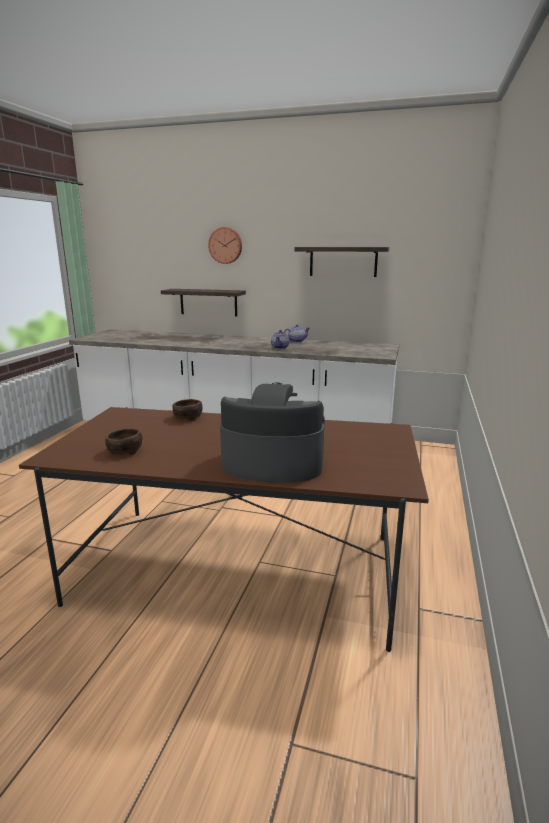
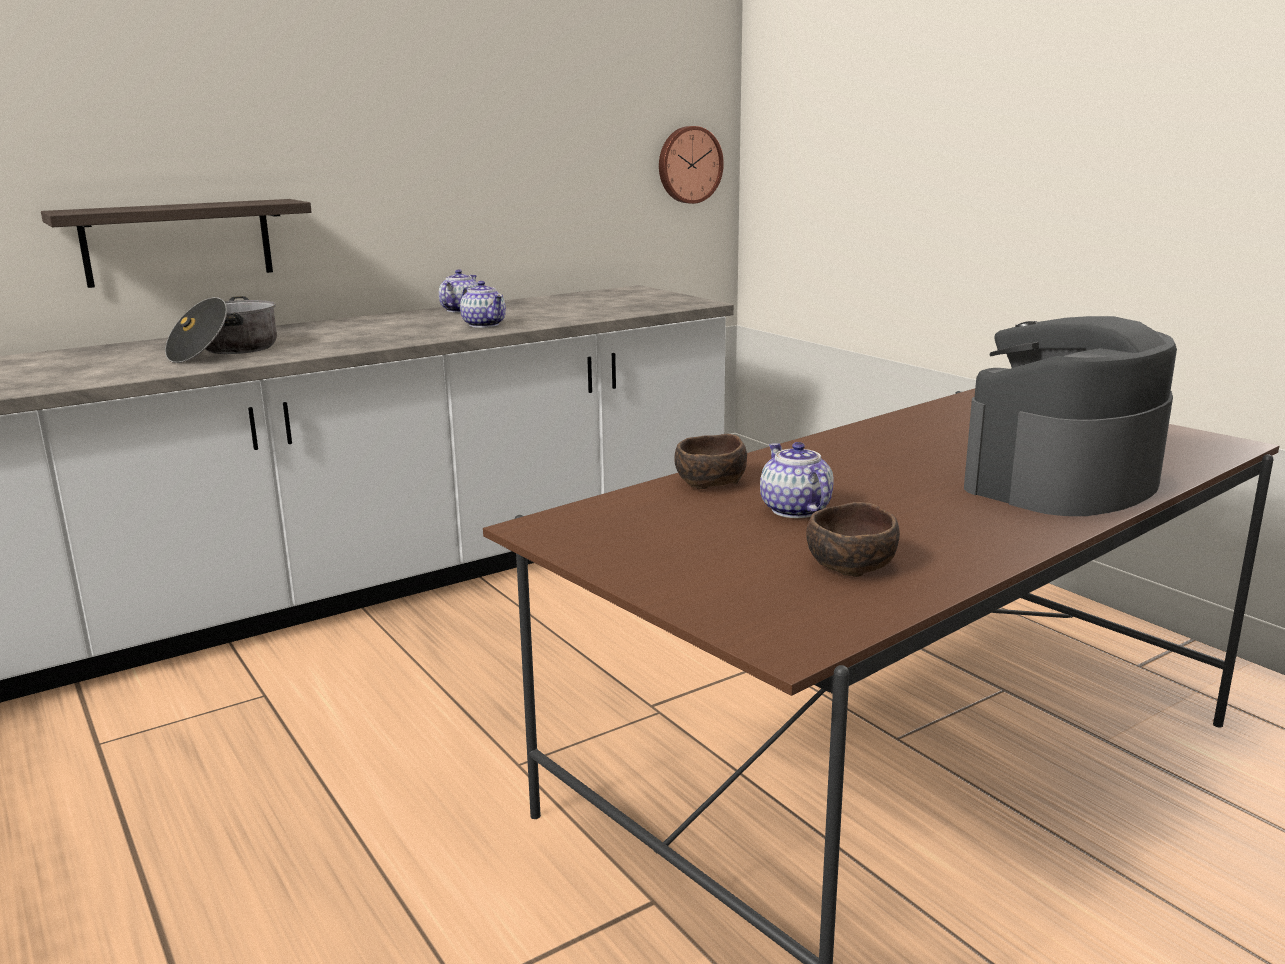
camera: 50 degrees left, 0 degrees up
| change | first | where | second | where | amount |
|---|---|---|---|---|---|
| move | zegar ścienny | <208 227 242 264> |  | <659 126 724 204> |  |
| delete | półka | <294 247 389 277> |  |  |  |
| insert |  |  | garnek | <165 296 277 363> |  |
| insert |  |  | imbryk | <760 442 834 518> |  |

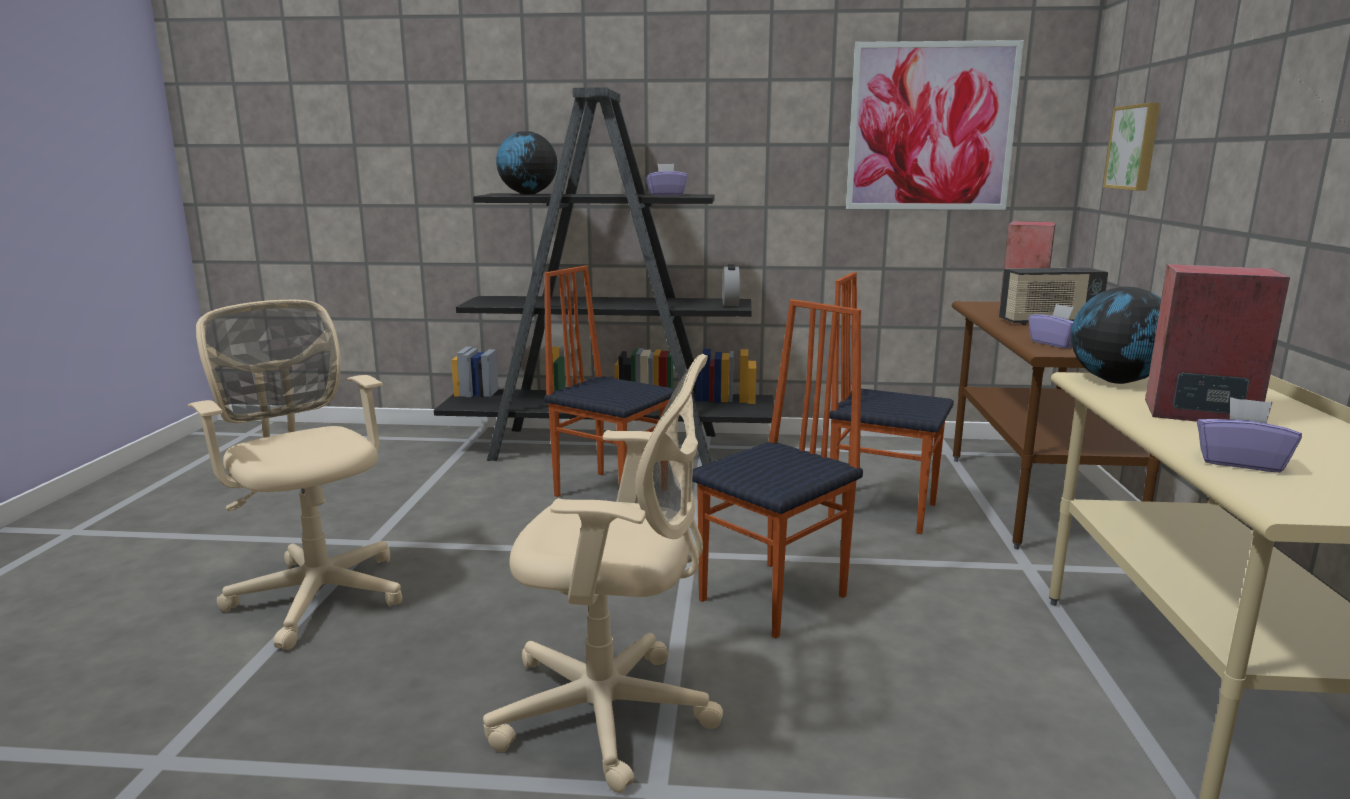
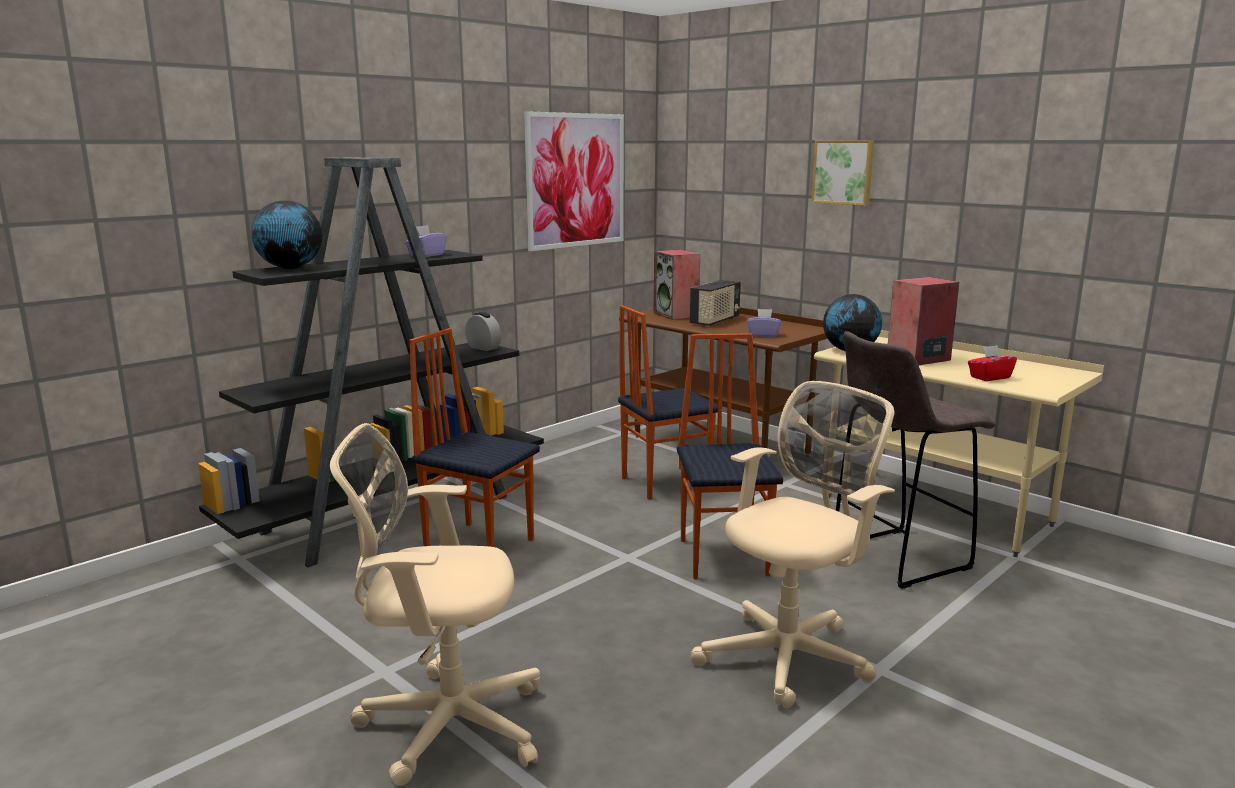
camera: 50 degrees left, 0 degrees up
| change | first | where | second | where | amount |
|---|---|---|---|---|---|
| rotate | krzesło | <544 266 675 497> |  | <409 328 540 547> | 45 degrees clockwise |
| move | obraz | <1103 103 1160 190> |  | <811 140 874 205> |  |
| recolor | pudełko chusteczek [fioletowy] | <1197 397 1302 473> | pudełko chusteczek [czerwony] | <968 345 1017 381> |  |
| insert |  |  | stołek [szary] | <836 331 996 589> |  |

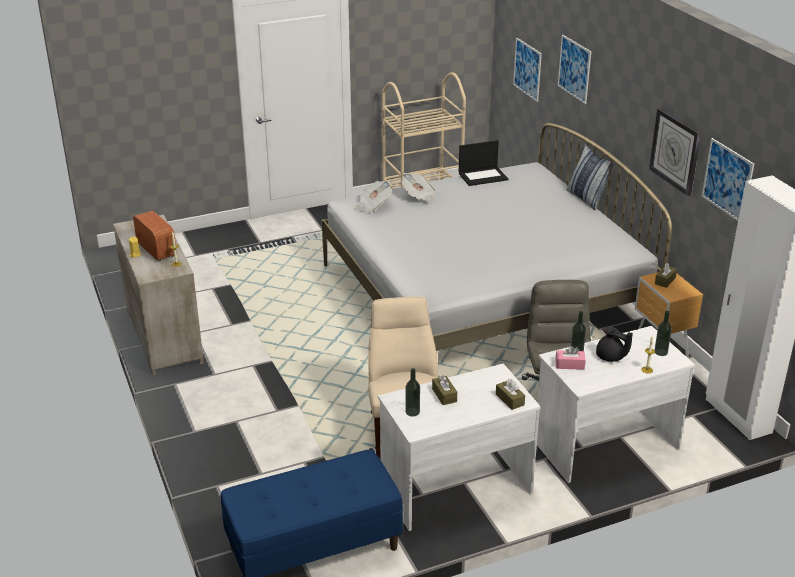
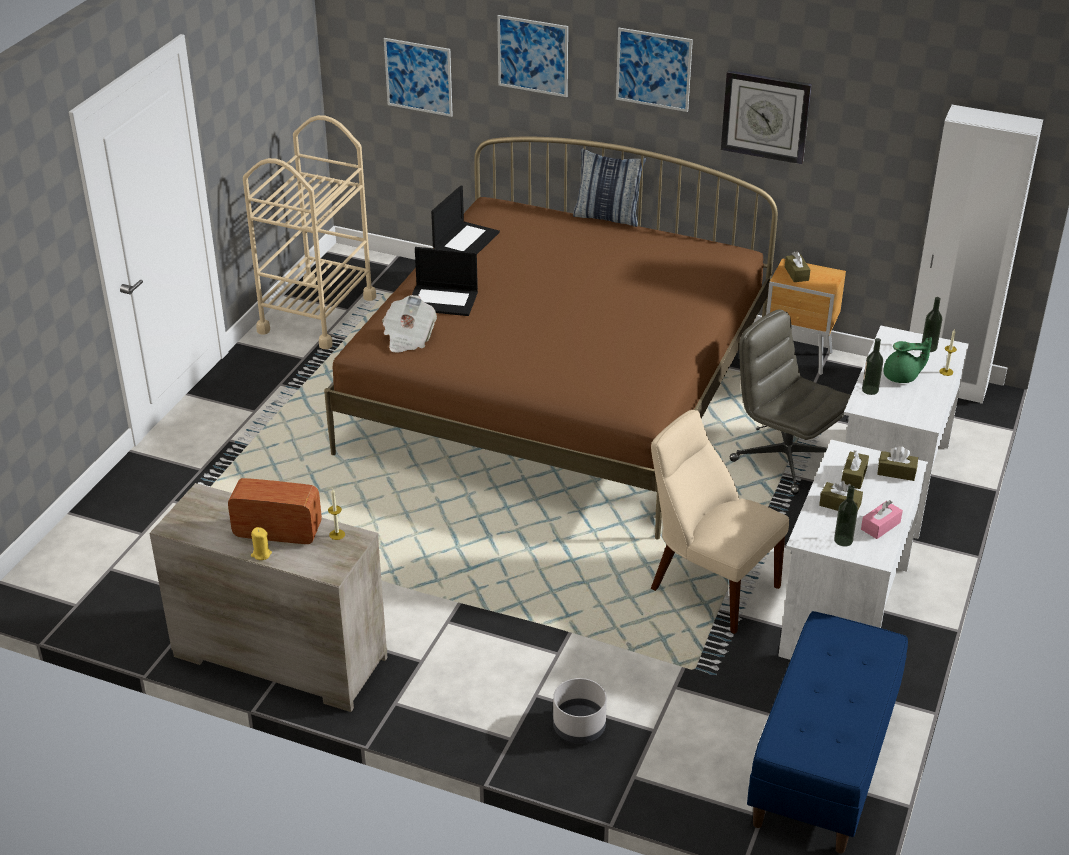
camera: 45 degrees left, 5 degrees up
| change | first | where | second | where | amount |
|---|---|---|---|---|---|
| recolor | łóżko [biały] | <322 123 672 351> | łóżko [brązowy] | <324 136 778 540> |  |
| replace | gazeta | <402 173 438 204> | laptop | <412 247 478 316> |  |
| move | pudełko chusteczek [różowy] | <555 346 586 370> |  | <861 500 903 539> |  |
| recolor | imbryk [czarny] | <596 327 633 362> | imbryk [zielony] | <884 337 932 383> |  |
| move | obraz | <702 138 754 221> |  | <616 28 693 112> |  |
| insert |  |  | donica [szary] | <553 678 607 743> |  |
| insert |  |  | pudełko chusteczek [brązowy] | <841 450 869 489> |  |

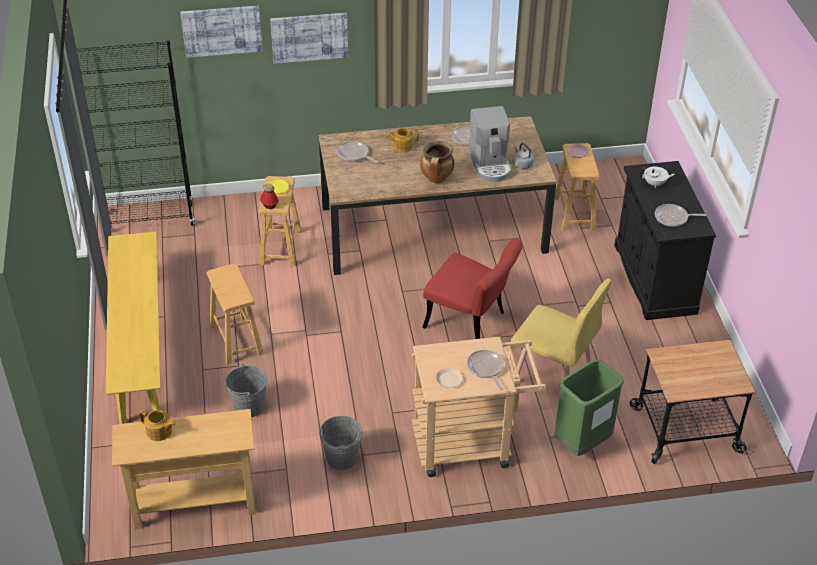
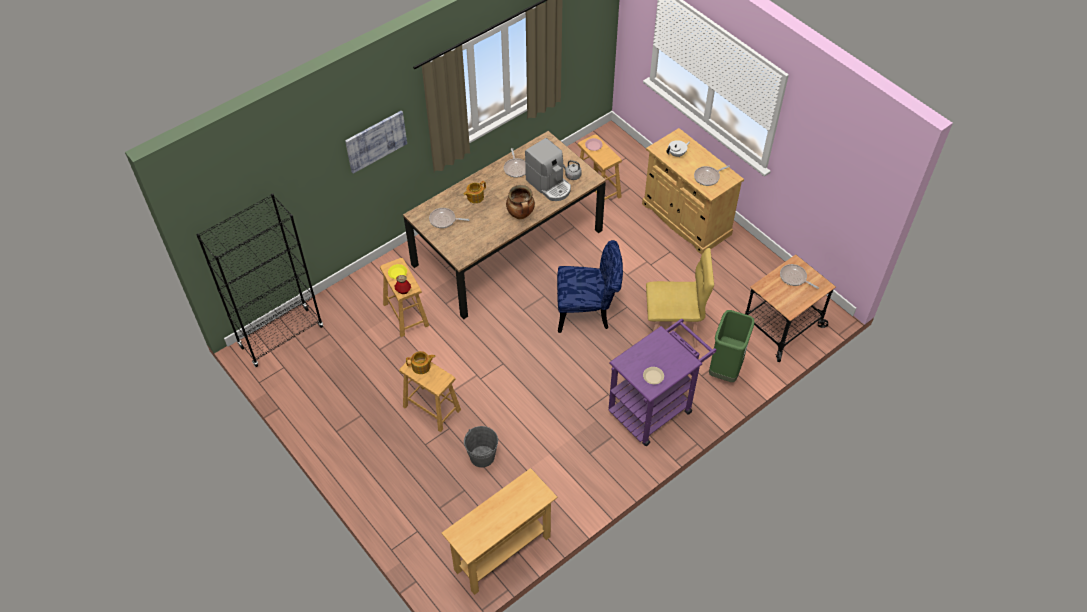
camera: 30 degrees left, 10 degrees up
| change | first | where | second | where | amount |
|---|---|---|---|---|---|
| delete | ławka [żółty] | <106 232 161 424> |  |  |  |
| move | imbryk | <139 410 176 441> |  | <406 351 436 374> |  |
| delete | obraz | <180 6 263 58> |  |  |  |
| delete | wiadro [szary] | <319 416 363 470> |  |  |  |
| recolor | wózek [beżowy] | <412 336 546 477> | wózek [fioletowy] | <608 319 717 446> |  |
| recolor | krzesło [czerwony] | <422 239 522 339> | krzesło [niebieski] | <557 240 623 333> |  |
| move | patelnia | <467 350 504 390> |  | <780 264 819 289> |  |
| recolor | szafka [czarny] | <614 161 716 320> | szafka [beżowy] | <642 128 744 255> |  |

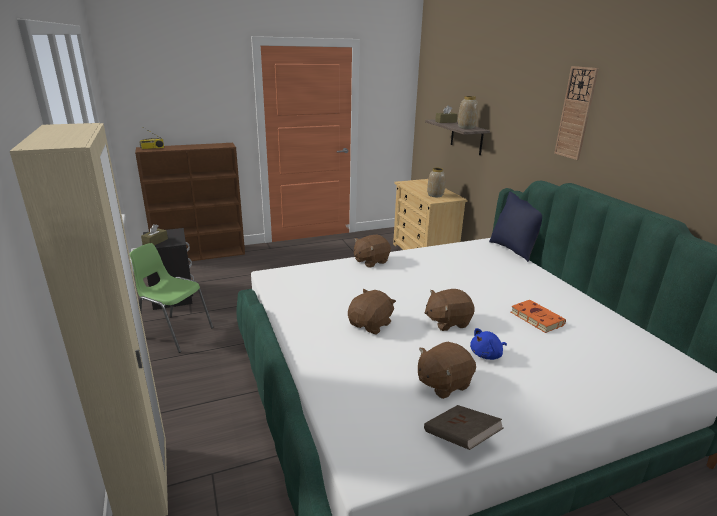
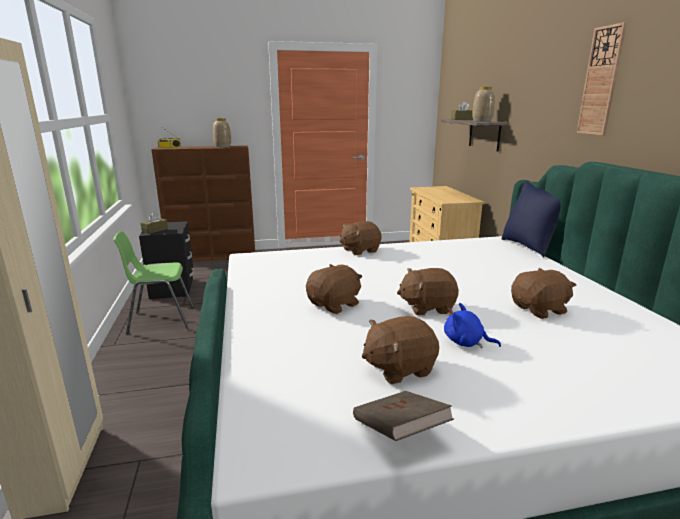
camera: 10 degrees right, 5 degrees down
| change | first | where | second | where | amount |
|---|---|---|---|---|---|
| rotate | krzesło [zielony] | <130 243 213 353> |  | <113 231 194 334> | 45 degrees counterclockwise |
| move | wazon | <427 168 445 197> |  | <213 118 231 147> |  |
| rotate | pluszak [niebieski] | <470 328 507 360> |  | <444 303 501 348> | 45 degrees clockwise |
| replace | książka [pomarańczowy] | <511 300 566 333> | pluszak [brązowy] | <511 268 576 319> |  |

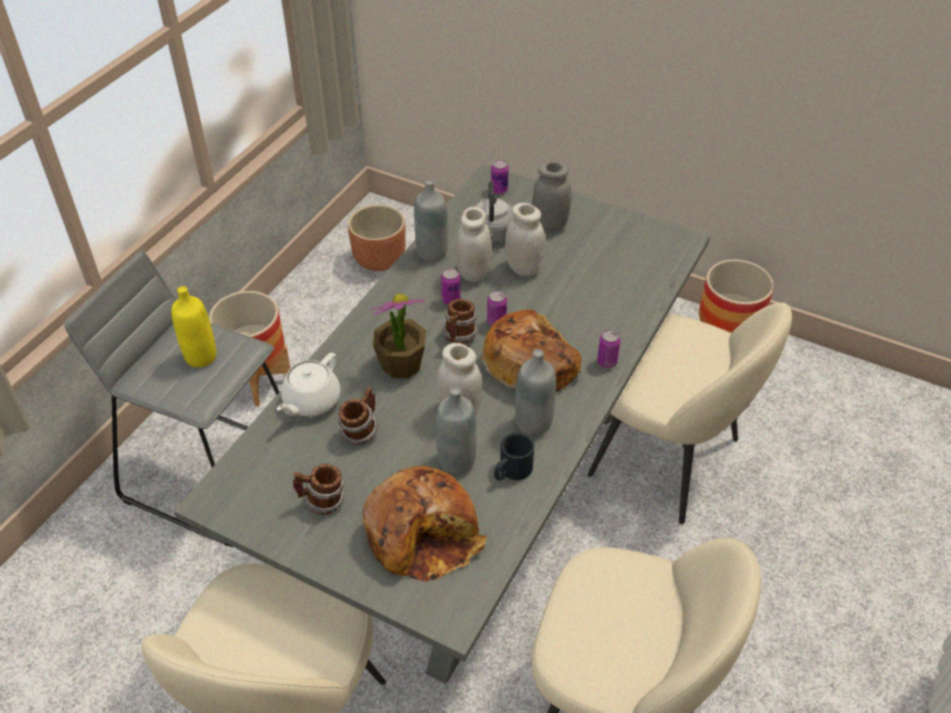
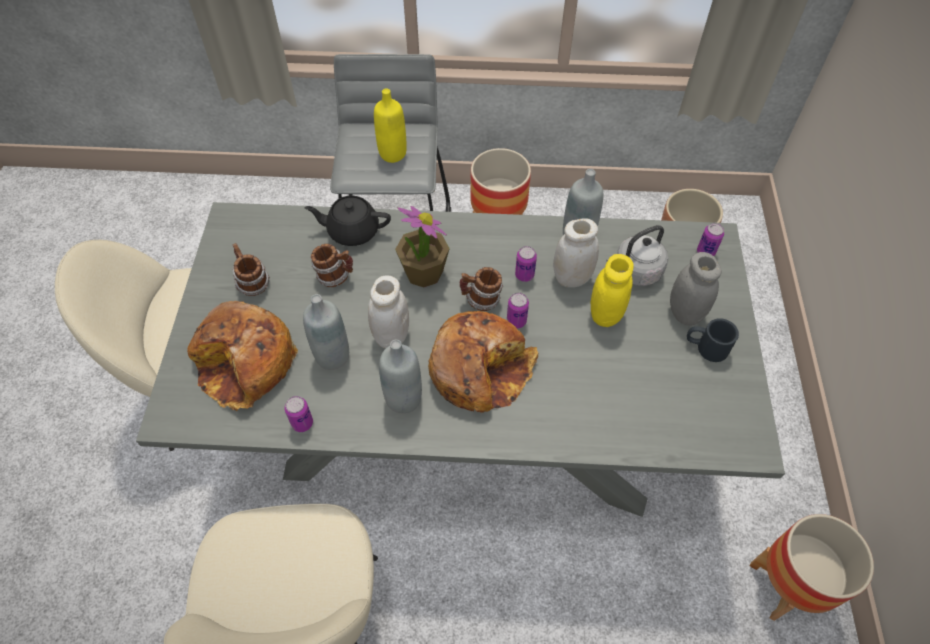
camera: 65 degrees right, 10 degrees up
| change | first | where | second | where | amount |
|---|---|---|---|---|---|
| recolor | imbryk [biały] | <277 353 341 417> | imbryk [czarny] | <304 196 391 246> |  |
| move | kubek [czarny] | <494 432 534 481> |  | <687 318 739 362> |  |
| recolor | słoik [biały] | <505 203 545 276> | słoik [żółty] | <591 254 634 327> |  |
| delete | krzesło [beżowy] | <588 302 792 524> |  |  |  |
| move | puszka | <597 330 620 368> |  | <284 396 313 432> |  |

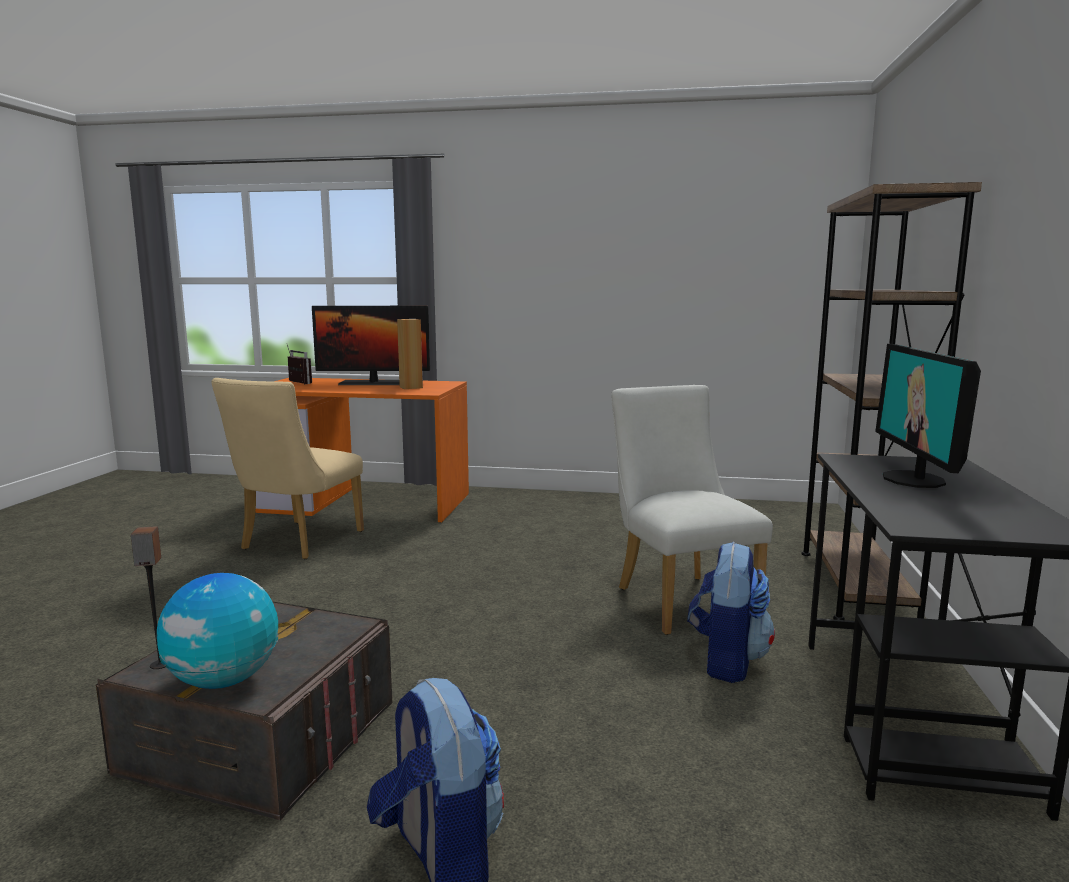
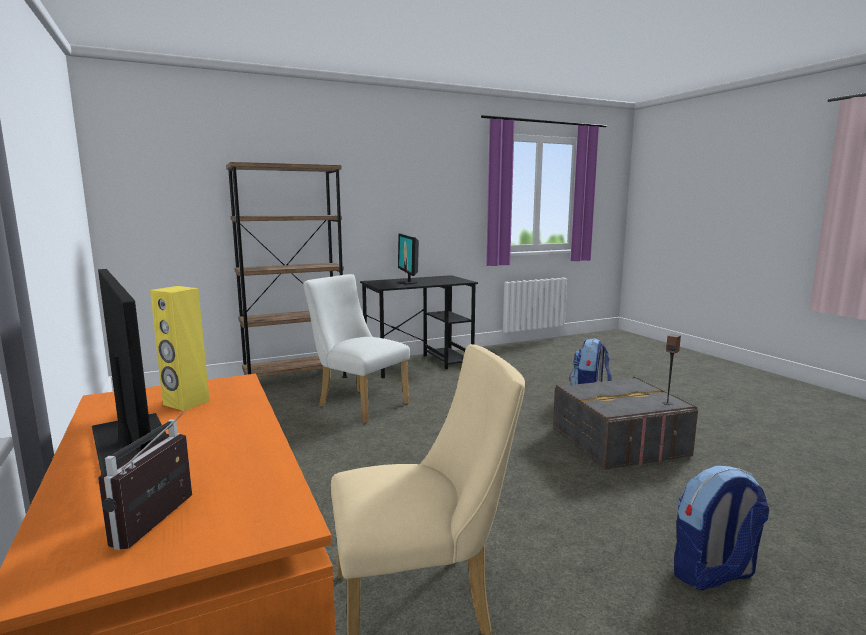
camera: 125 degrees left, 0 degrees up
| change | first | where | second | where | amount |
|---|---|---|---|---|---|
| delete | globus | <157 573 278 689> |  |  |  |
| recolor | głośnik [brązowy] | <397 319 423 389> | głośnik [żółty] | <150 286 210 411> |  |
| rotate | krzesło [biały] | <611 385 773 635> |  | <303 274 410 423> | 90 degrees clockwise |
| move | plecak | <687 542 775 683> |  | <674 465 769 590> |  |
| rotate | monitor | <875 344 981 488> |  | <397 234 419 284> | 105 degrees clockwise |

